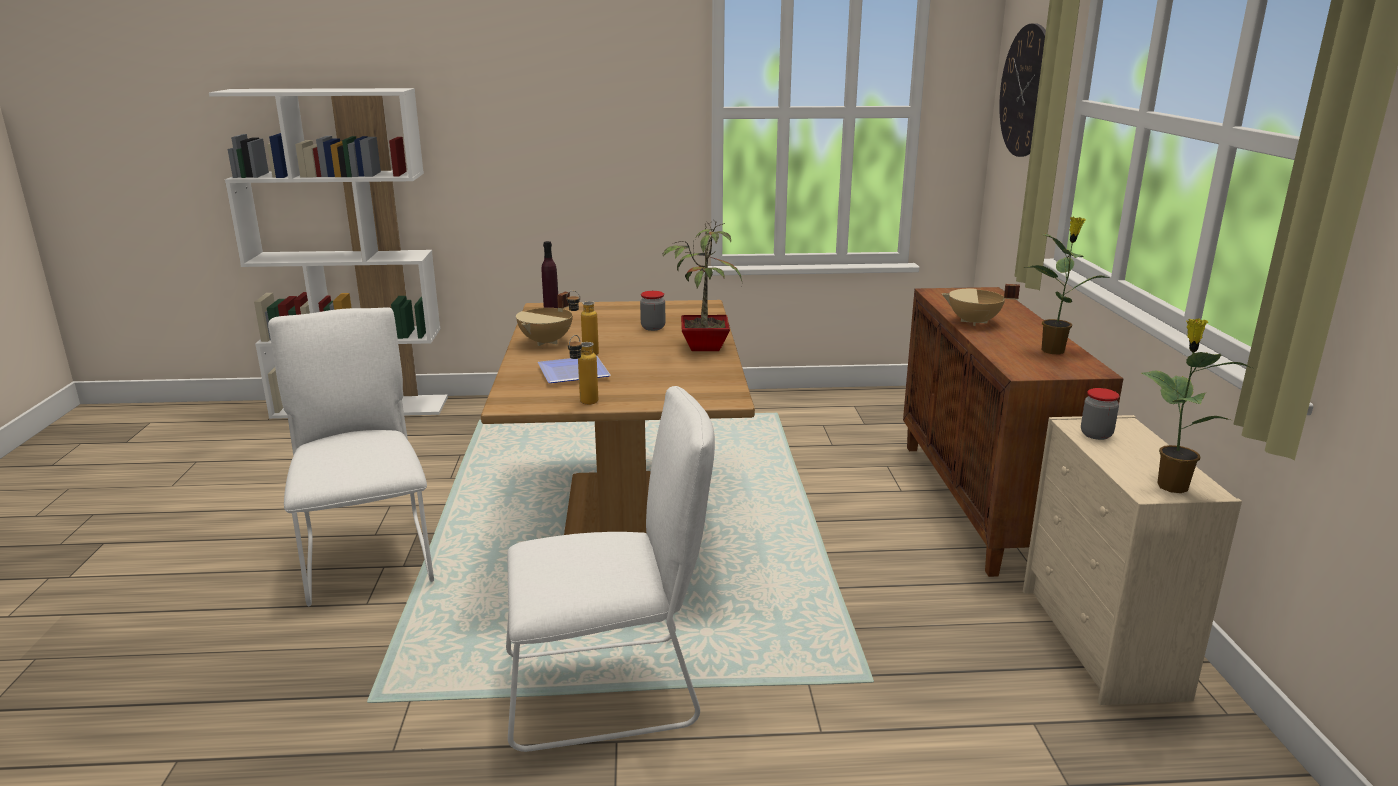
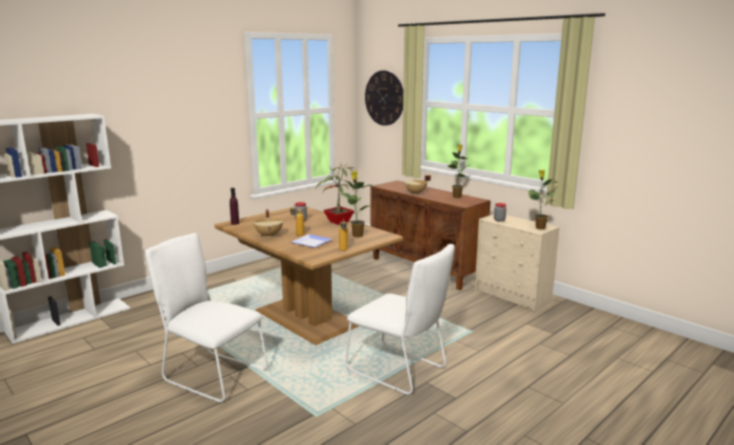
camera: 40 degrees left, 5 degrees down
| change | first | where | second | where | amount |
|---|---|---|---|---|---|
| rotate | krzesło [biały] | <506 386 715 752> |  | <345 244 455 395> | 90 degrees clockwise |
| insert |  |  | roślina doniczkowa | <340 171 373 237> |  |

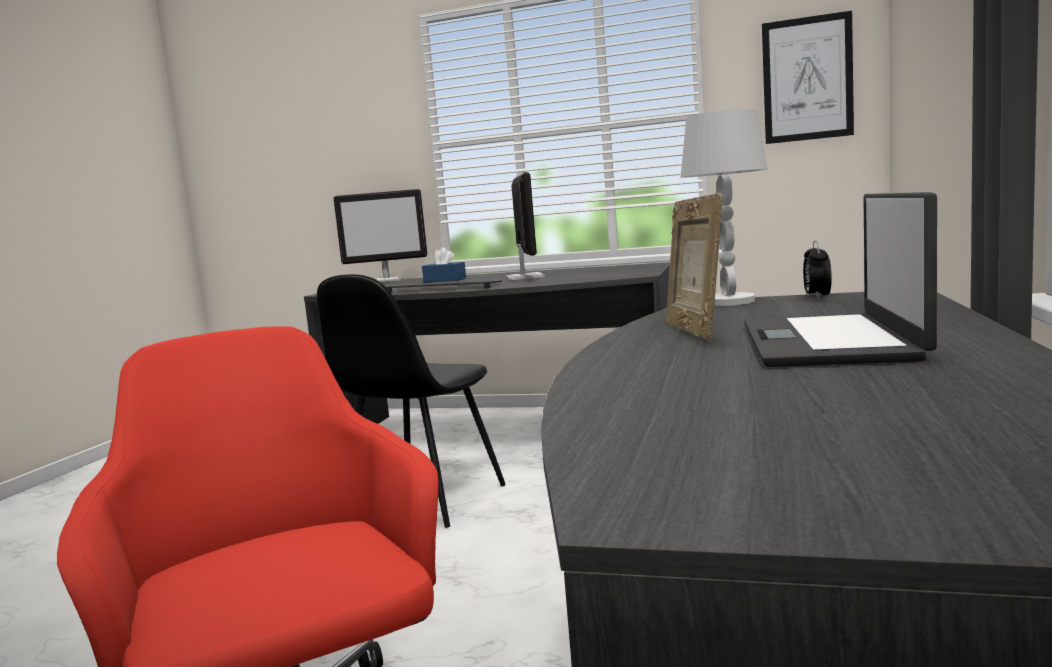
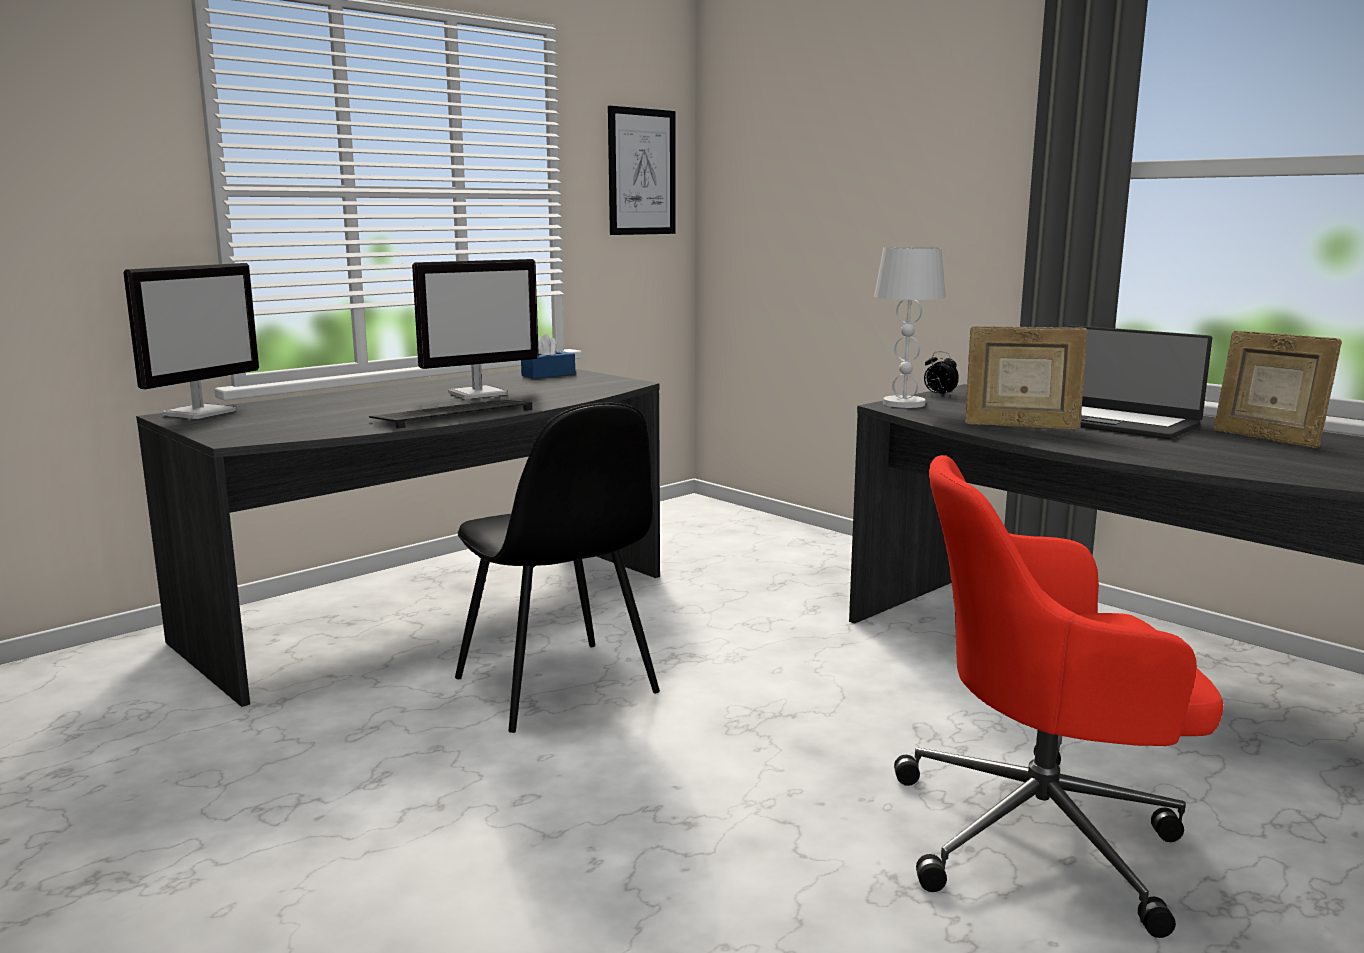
camera: 60 degrees left, 5 degrees up
| change | first | where | second | where | amount |
|---|---|---|---|---|---|
| move | pudełko chusteczek [niebieski] | <422 247 466 283> |  | <521 334 575 379> |  |
| rotate | monitor | <506 172 545 281> |  | <412 259 539 399> | 120 degrees clockwise |
| insert |  |  | ramka na zdjęcie | <1214 331 1342 448> |  |

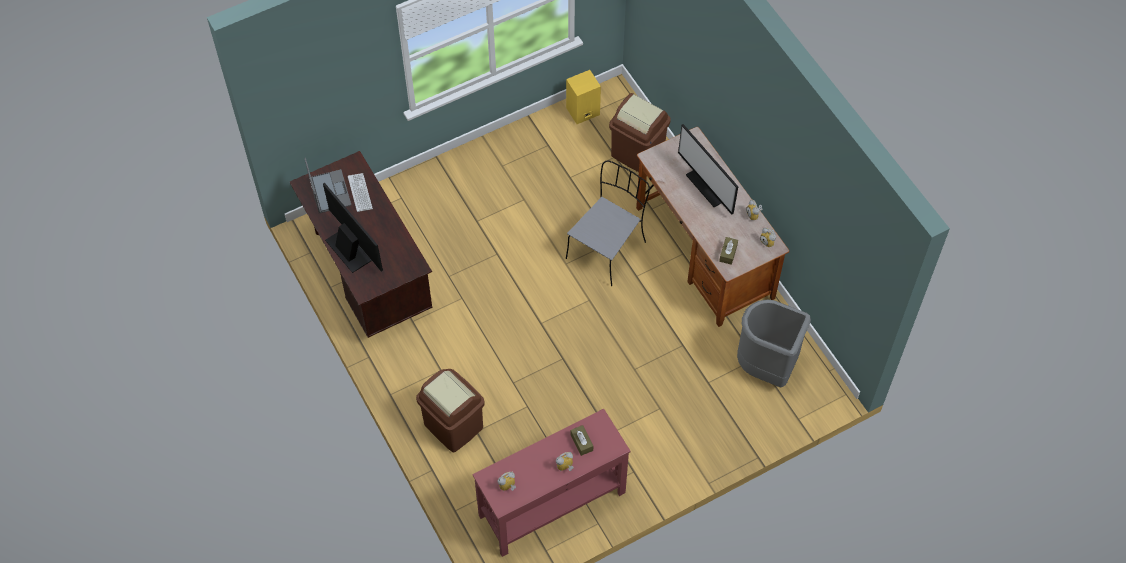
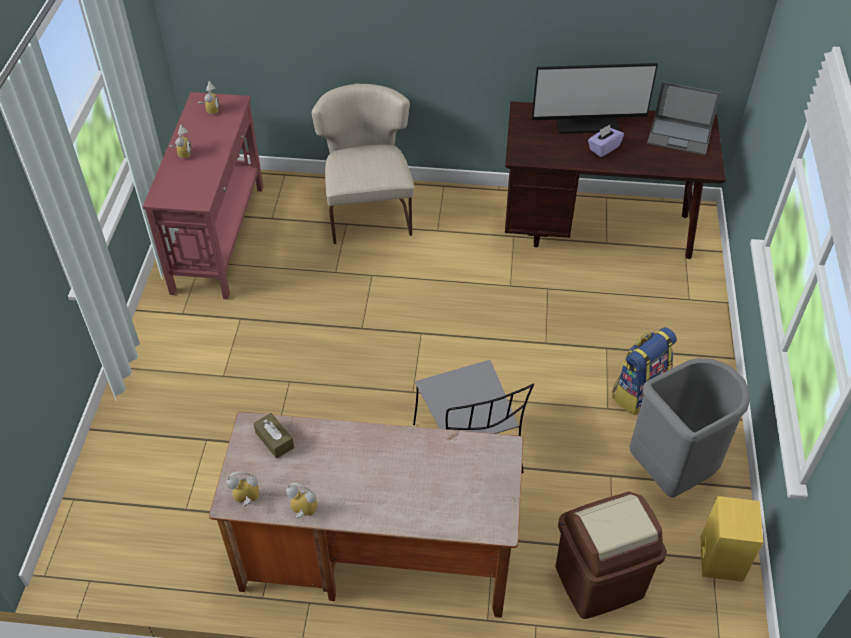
camera: 125 degrees right, 10 degrees down
| change | first | where | second | where | amount |
|---|---|---|---|---|---|
| delete | klawiatura | <348 173 373 212> |  |  |  |
| replace | kosz na śmieci [brązowy] | <416 369 485 452> | krzesło [beżowy] | <312 83 414 244> |  |
| delete | pudełko chusteczek [brązowy] | <571 425 593 456> |  |  |  |
| delete | monitor | <678 124 738 215> |  |  |  |
| move | kosz na śmieci [szary] | <737 299 811 387> |  | <629 358 750 498> |  |
| insert |  |  | pudełko chusteczek [fioletowy] | <588 125 624 157> |  |
| insert |  |  | plecak | <612 327 677 415> |  |

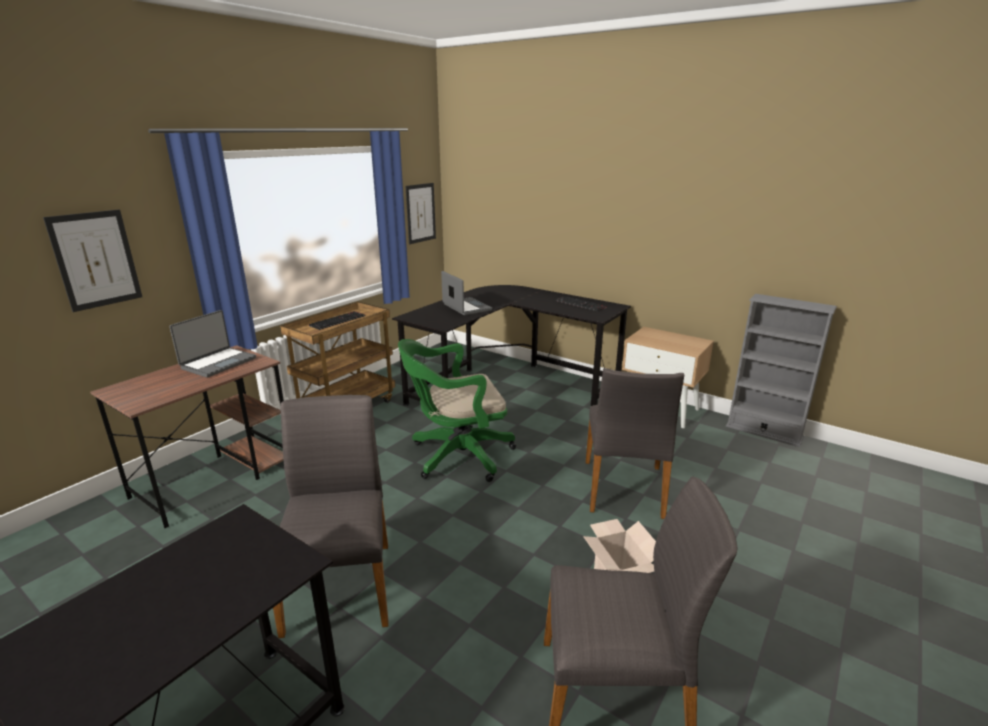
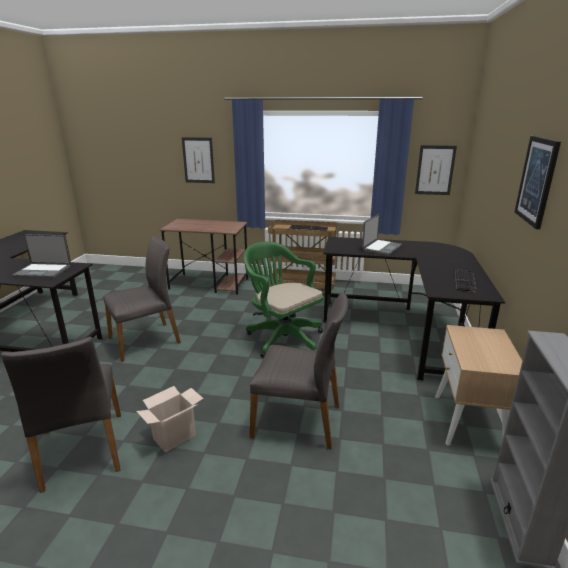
camera: 65 degrees right, 0 degrees up
| change | first | where | second | where | amount |
|---|---|---|---|---|---|
| move | laptop | <169 310 256 378> |  | <12 234 71 278> |  |
| rotate | krzesło [szary] | <586 368 684 519> |  | <250 292 348 449> | 150 degrees counterclockwise |
| insert |  |  | obraz | <514 136 561 229> |  |

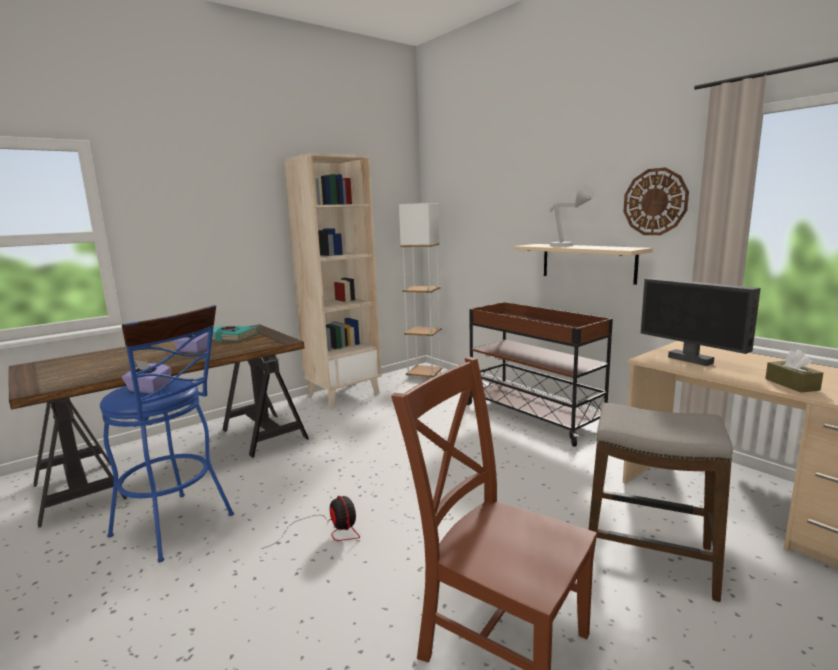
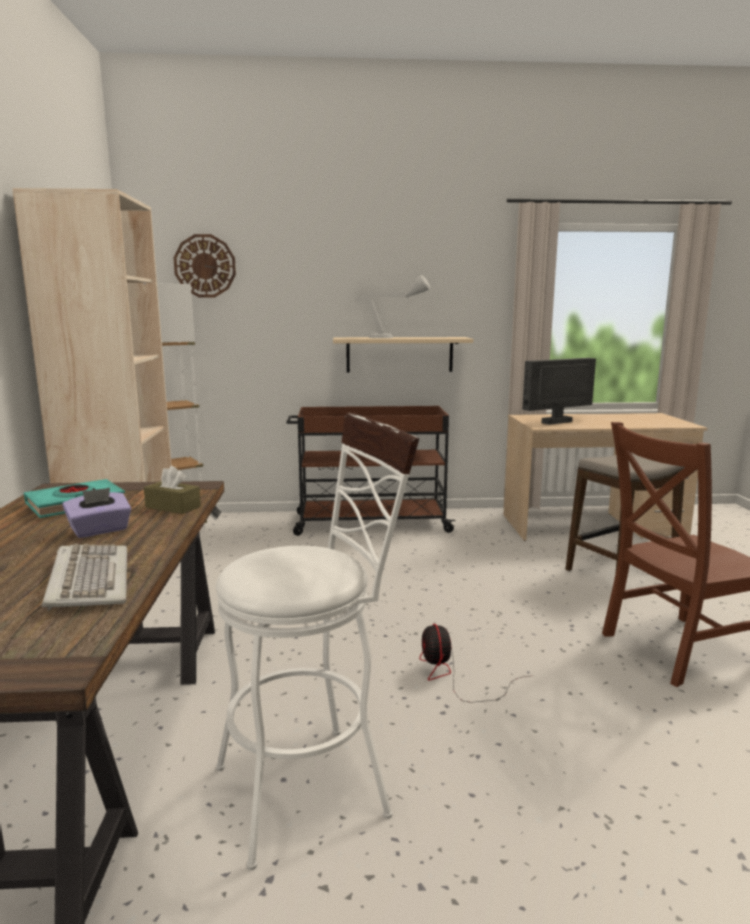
camera: 55 degrees left, 0 degrees up
| change | first | where | second | where | amount |
|---|---|---|---|---|---|
| recolor | stołek [niebieski] | <100 305 234 562> | stołek [biały] | <216 412 419 870> |  |
| delete | pudełko chusteczek [fioletowy] | <122 360 171 394> |  |  |  |
| rotate | wentylator | <262 496 360 549> |  | <419 624 528 703> | 105 degrees counterclockwise |
| move | zegar ścienny | <623 167 689 235> |  | <174 234 236 297> |  |
| rotate | monitor | <641 278 761 366> |  | <522 358 596 425> | 150 degrees clockwise |
| move | pudełko chusteczek [brązowy] | <765 350 823 393> |  | <144 466 201 514> |  |
| insert |  |  | klawiatura | <42 544 127 611> |  |

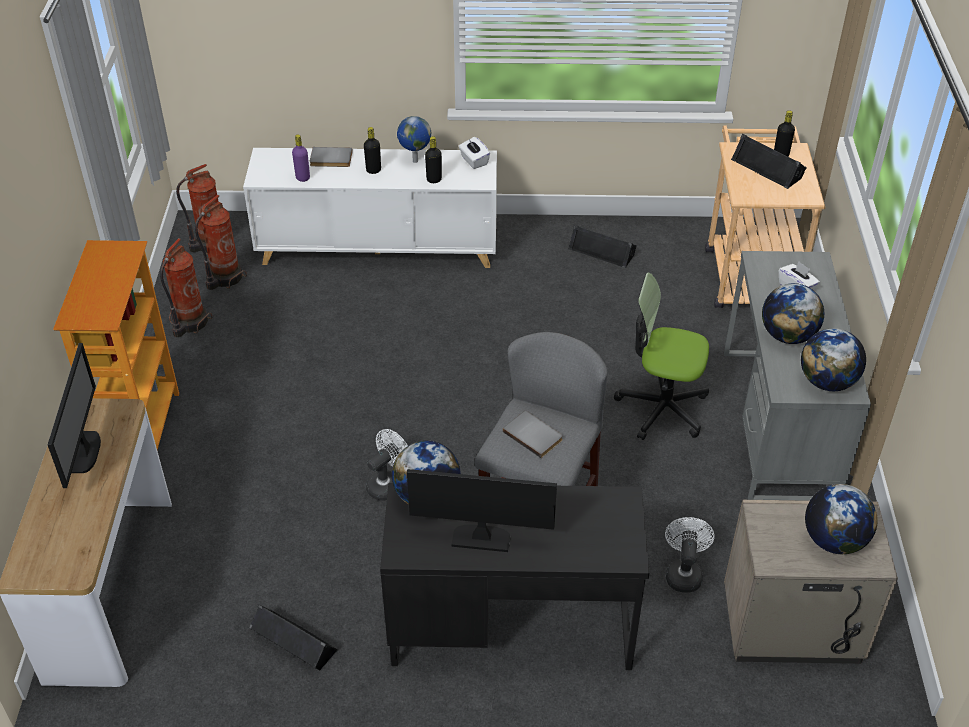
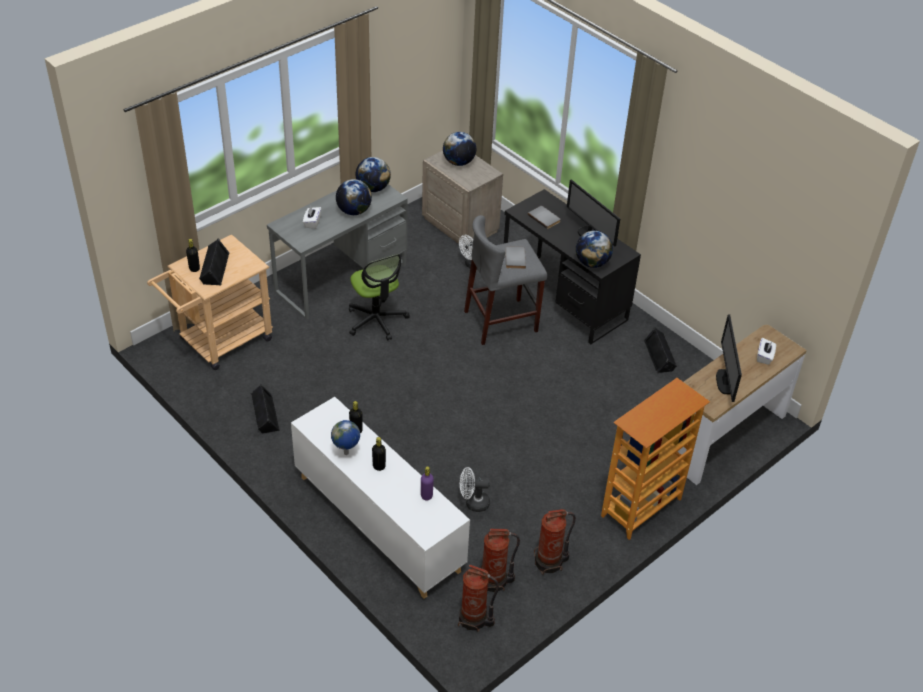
camera: 135 degrees left, 0 degrees up
| change | first | where | second | where | amount |
|---|---|---|---|---|---|
| rotate | monitor | <48 343 101 488> |  | <716 315 742 402> | 45 degrees counterclockwise |
| move | książka [szary] | <310 147 353 167> |  | <528 206 561 229> |  |
| move | wentylator [biały] | <366 429 408 501> |  | <460 467 490 512> |  |
| move | pudełko chusteczek [biały] | <459 137 490 169> |  | <757 338 776 365> |  |

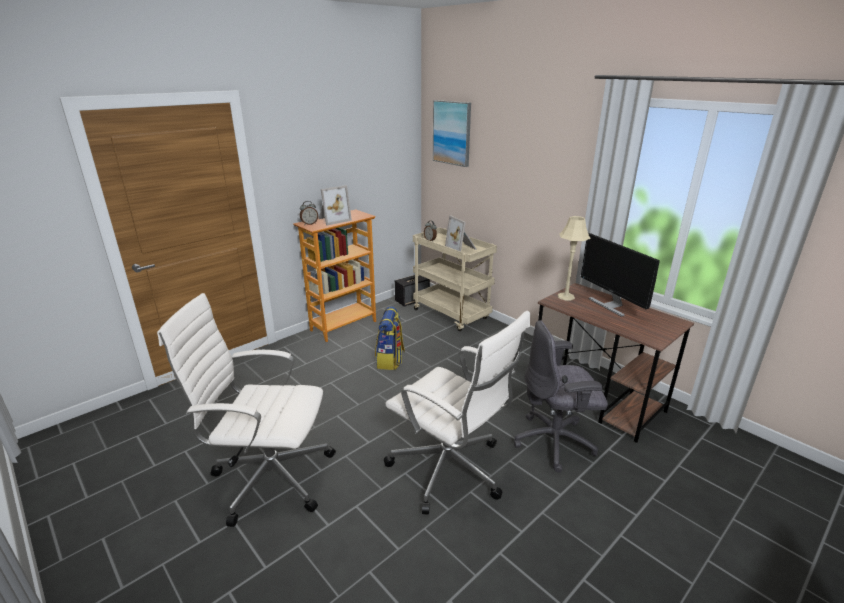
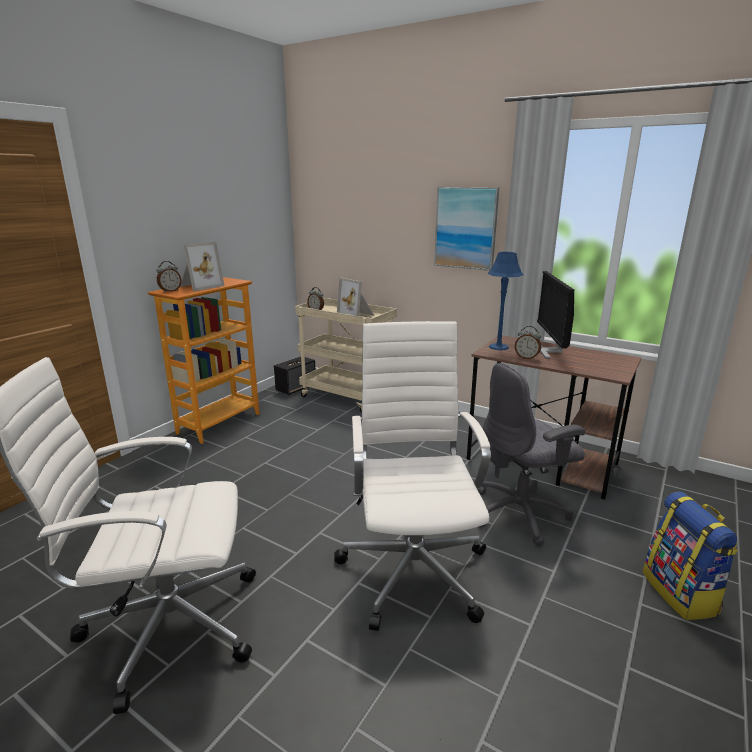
camera: 15 degrees left, 5 degrees down
| change | first | where | second | where | amount |
|---|---|---|---|---|---|
| move | plecak | <375 306 405 370> |  | <643 492 738 620> |  |
| rotate | krzesło biurowe [biały] | <384 311 530 514> |  | <334 321 491 631> | 120 degrees counterclockwise |
| move | obraz | <433 100 471 167> |  | <434 187 499 271> |  |
| recolor | lampa stołowa [beżowy] | <558 216 591 301> | lampa stołowa [niebieski] | <487 252 523 350> |  |
| rotate | monitor | <581 233 660 317> |  | <537 271 574 359> | 45 degrees clockwise |
| insert |  |  | budzik | <515 326 541 360> |  |

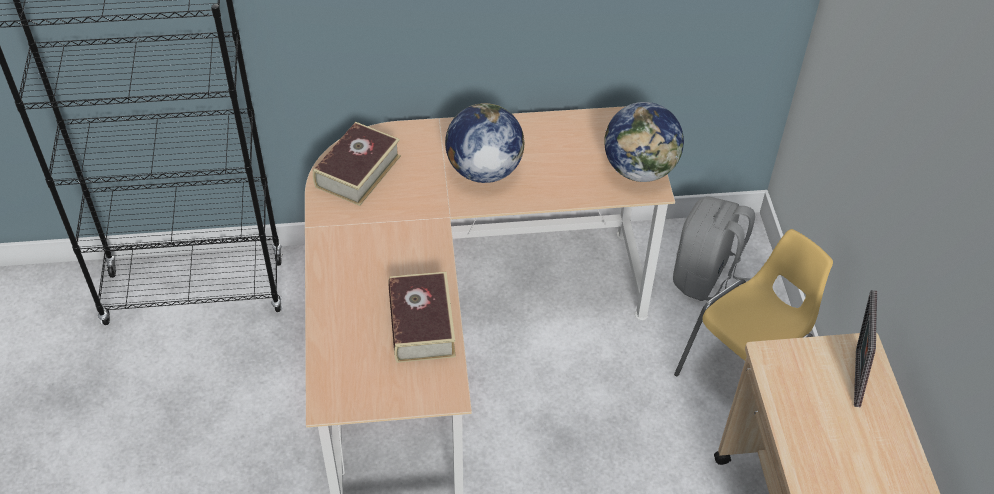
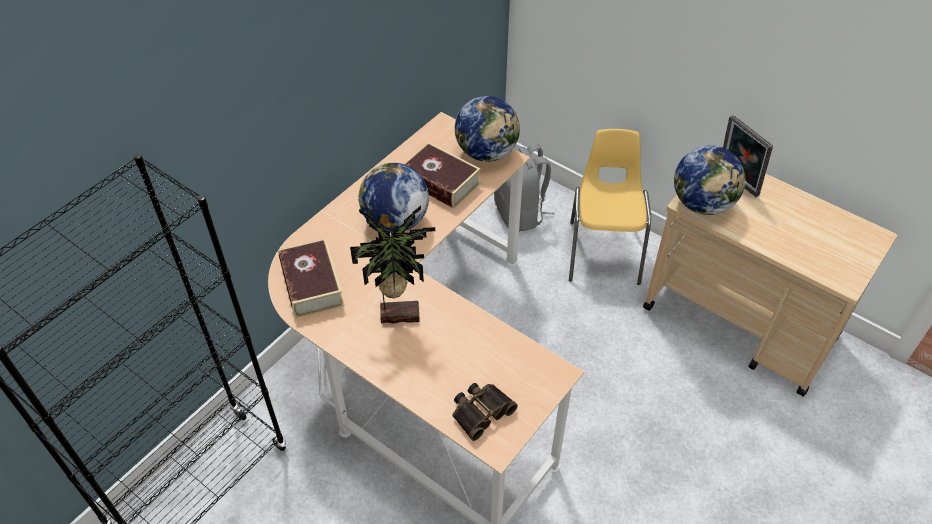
camera: 45 degrees left, 0 degrees up
| change | first | where | second | where | amount |
|---|---|---|---|---|---|
| move | książka | <388 271 456 363> |  | <404 142 481 209> |  |
| insert |  |  | roślina doniczkowa | <350 206 435 324> |  |
| insert |  |  | lornetka | <453 383 518 441> |  |
| insert |  |  | globus | <674 145 746 215> |  |

